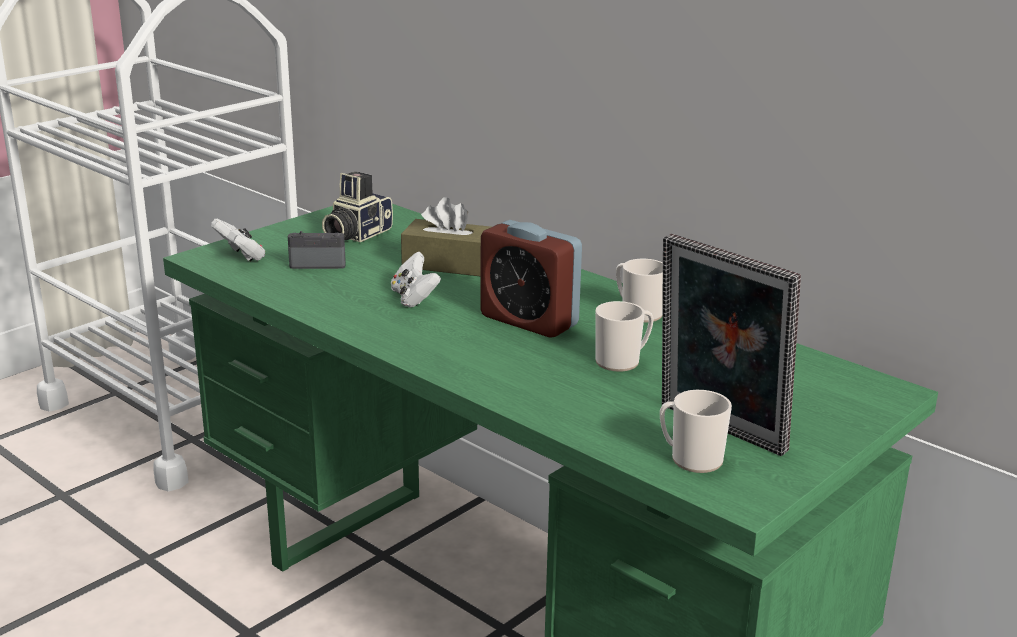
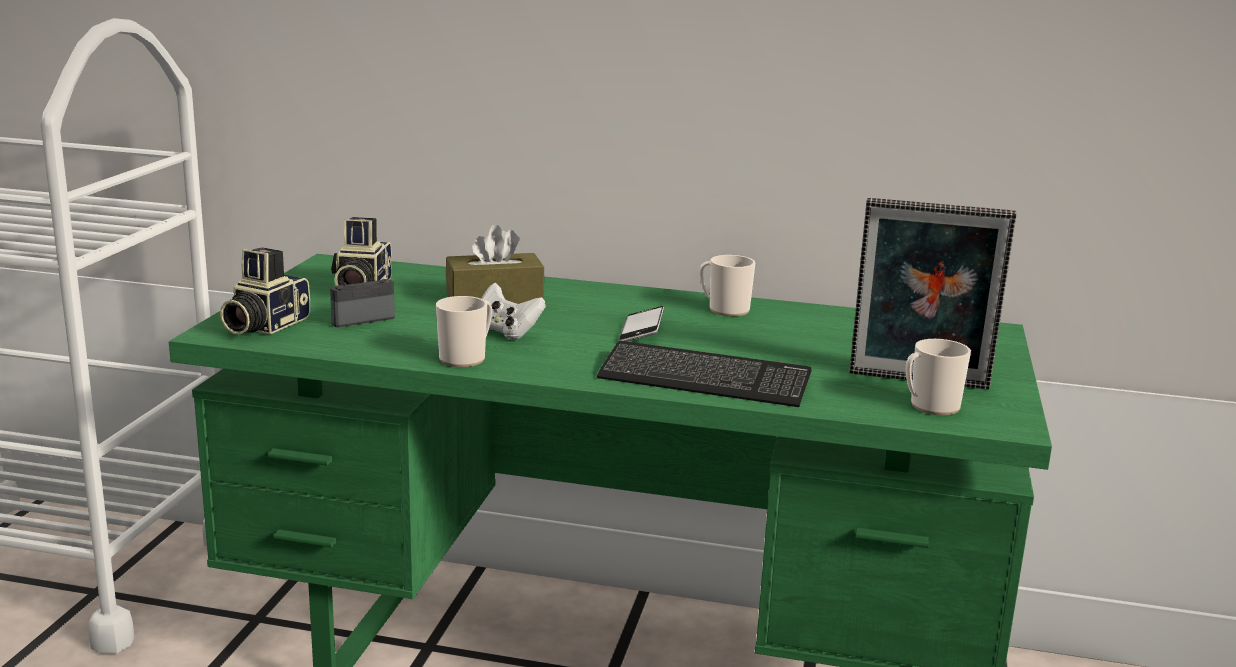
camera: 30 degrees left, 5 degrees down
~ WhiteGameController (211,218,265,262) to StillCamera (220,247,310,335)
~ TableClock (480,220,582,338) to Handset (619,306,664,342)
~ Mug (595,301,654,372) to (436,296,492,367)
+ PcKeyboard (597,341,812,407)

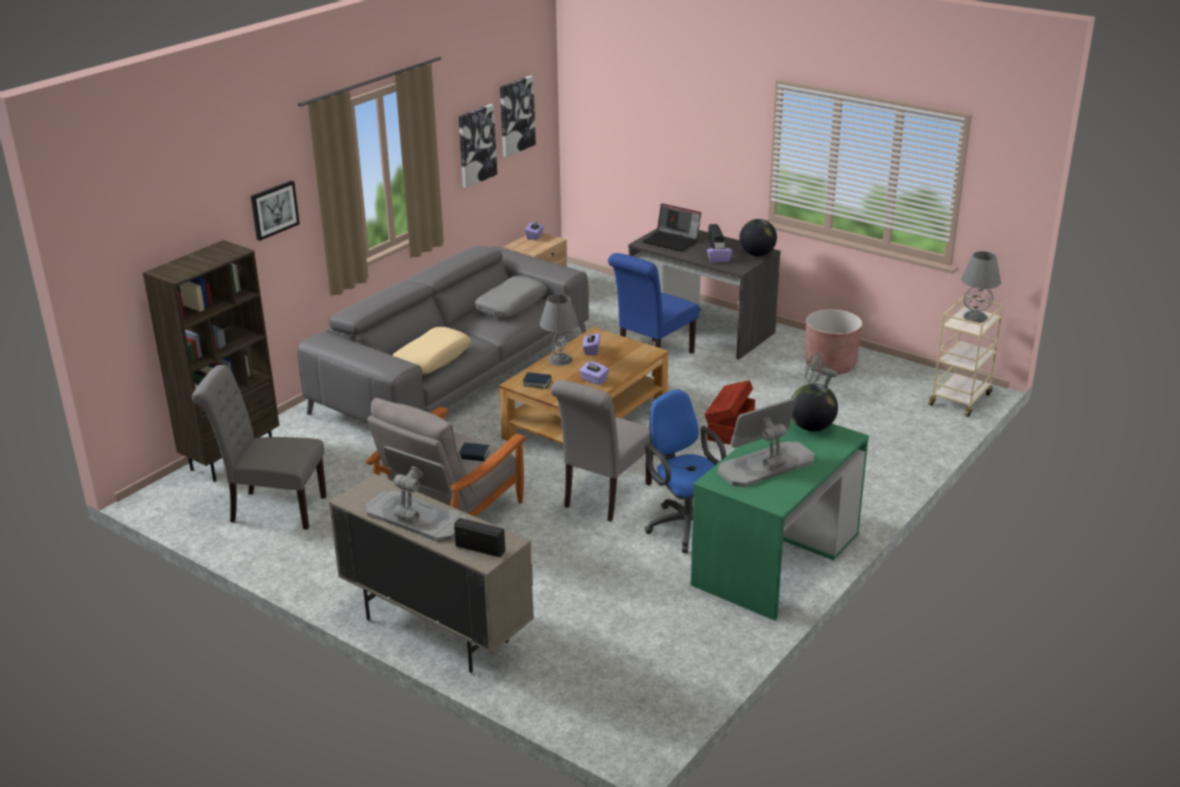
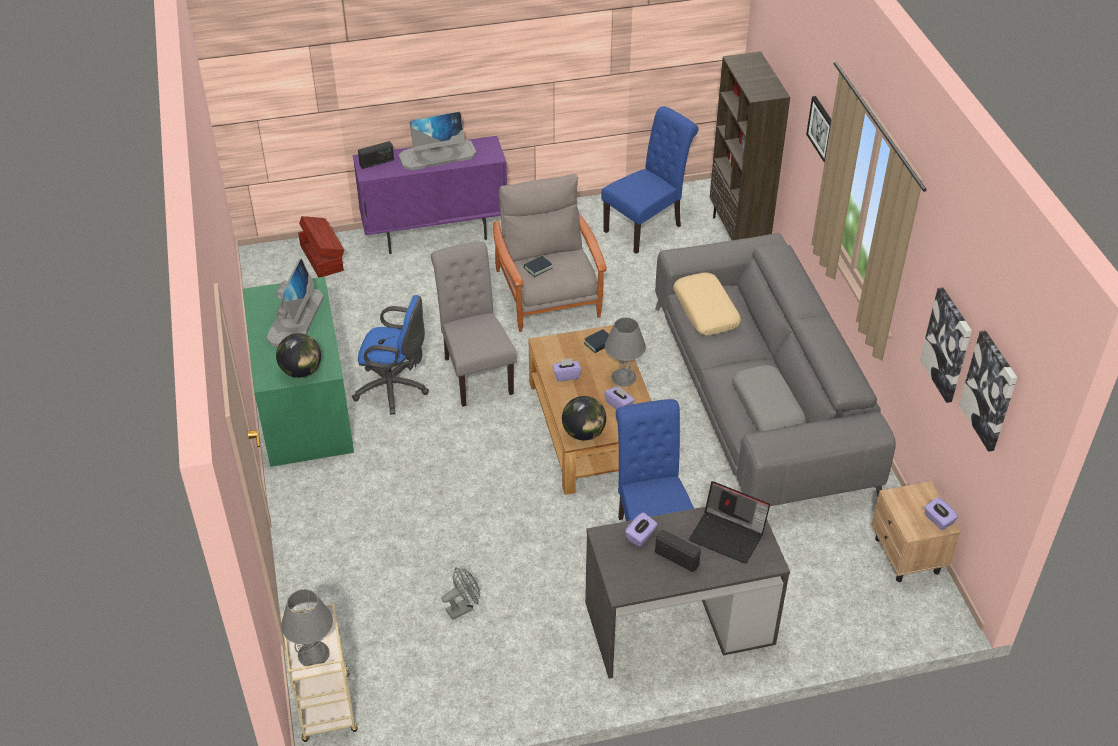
camera: 130 degrees right, 15 degrees up
~ GreyPlainChair (192,365,327,530) to BluePlainChair (601,106,699,254)
~ SandColouredStorageCabinet (329,473,534,673) to PurpleStorageCabinet (353,136,507,254)
~ Laptop (643,203,701,252) = (689,481,770,564) 135 degrees counterclockwise
~ BrownColouredStorageBin (704,380,755,445) to (298,216,344,277)
~ WorldGlobe (739,219,777,256) to (562,396,606,440)
- BrownColouredPlantPot (805,309,862,375)

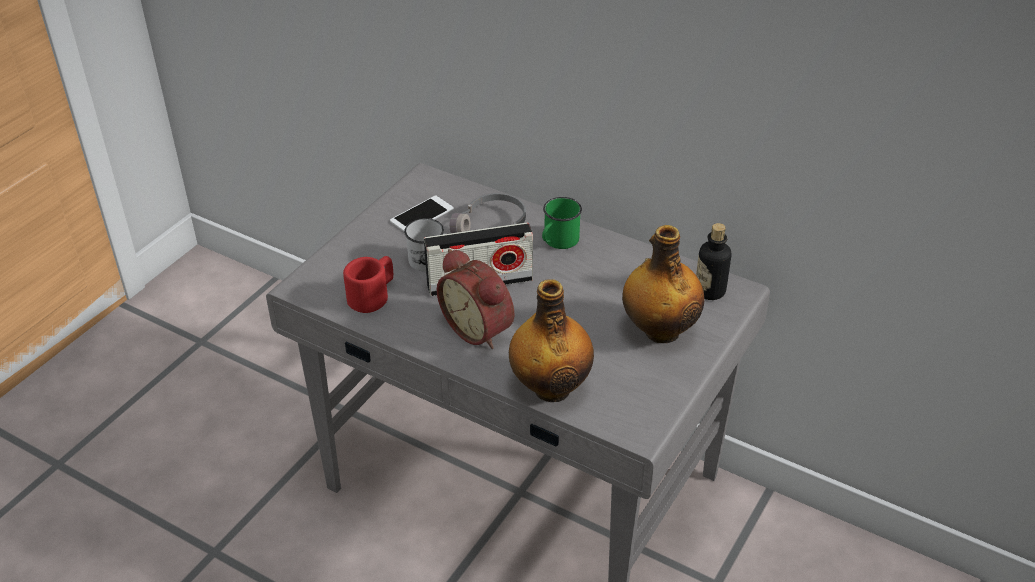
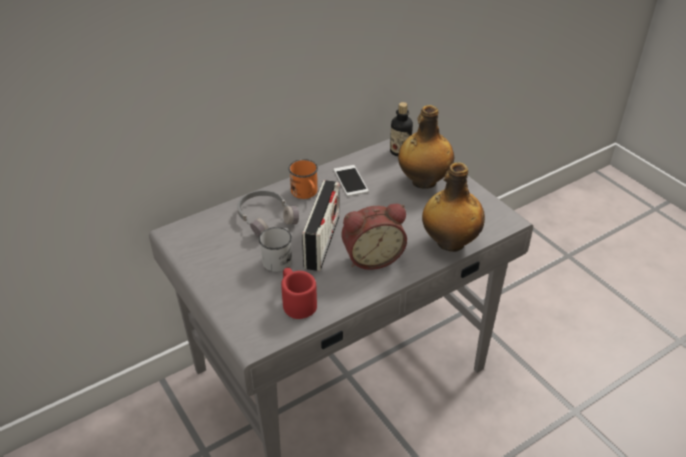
camera: 65 degrees left, 0 degrees up
~ Handset (390,196,454,232) to (334,165,369,196)
~ GreenMug (542,197,582,249) to OrangeMug (288,159,318,199)

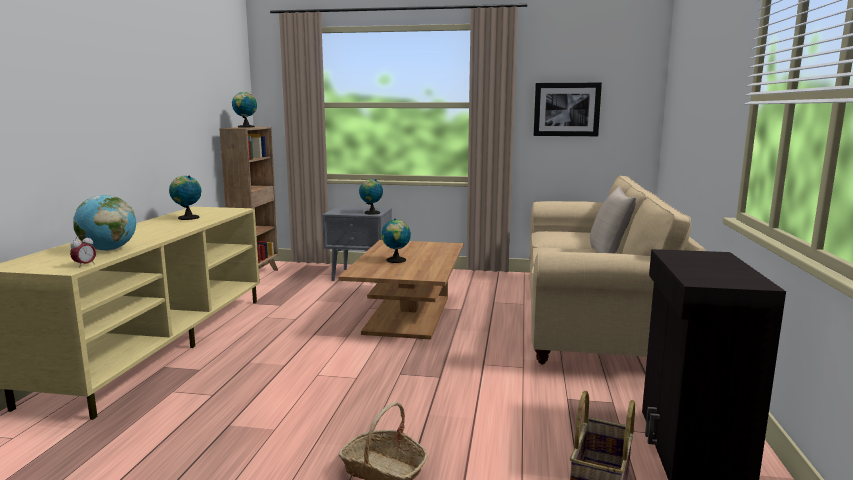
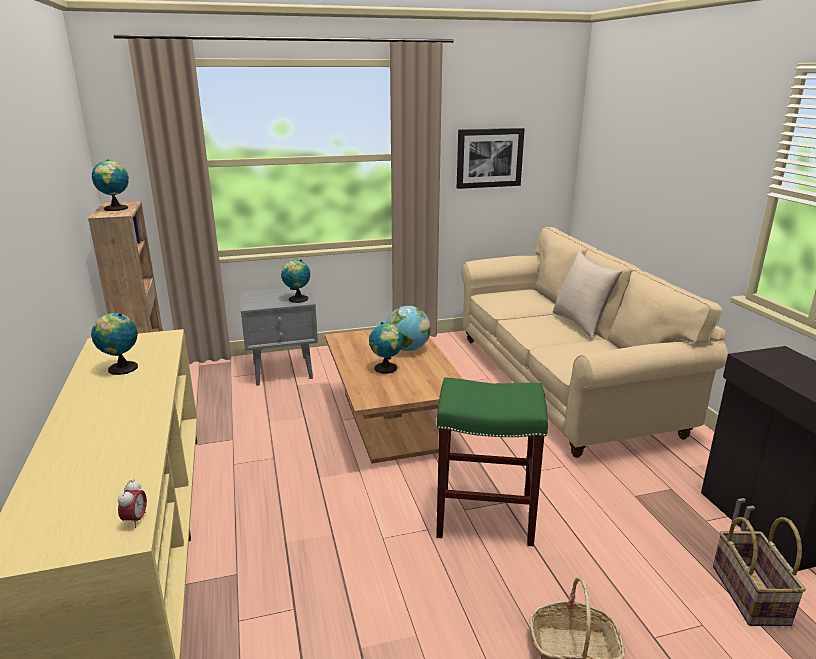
camera: 25 degrees left, 10 degrees up
~ WorldGlobe (73,195,136,251) to (386,306,431,351)
+ GreenStoolSeat (436,378,548,546)

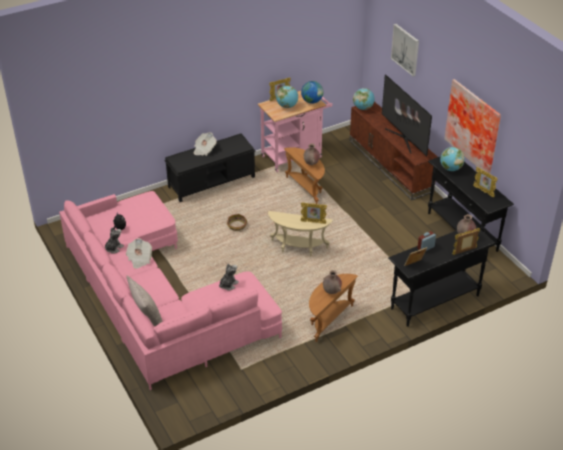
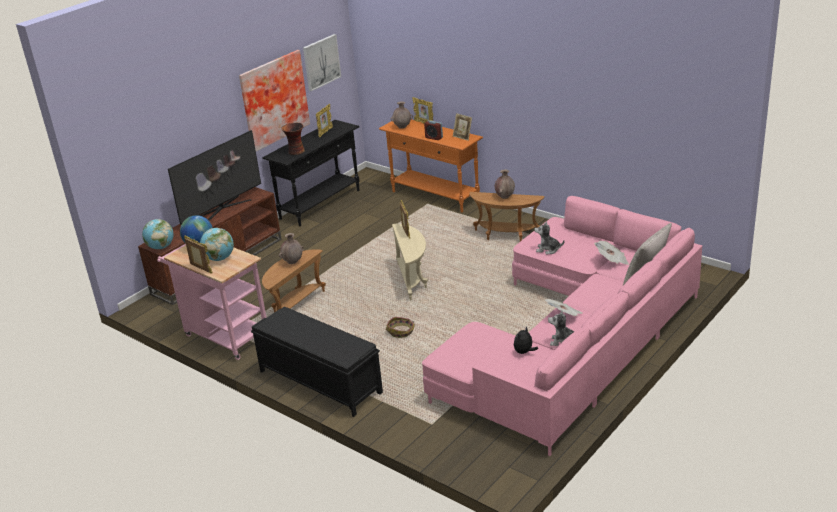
camera: 110 degrees left, 10 degrees down
~ PrintedPaper (193,132,217,156) to (594,241,629,265)
~ BlackColouredConsoleTable (388,226,495,327) to OrangeConsoleTable (379,119,483,213)
~ WallPicture (391,24,419,76) to (303,34,341,91)
~ WorldGlobe (440,147,465,171) to DecorativeVase (282,123,305,155)

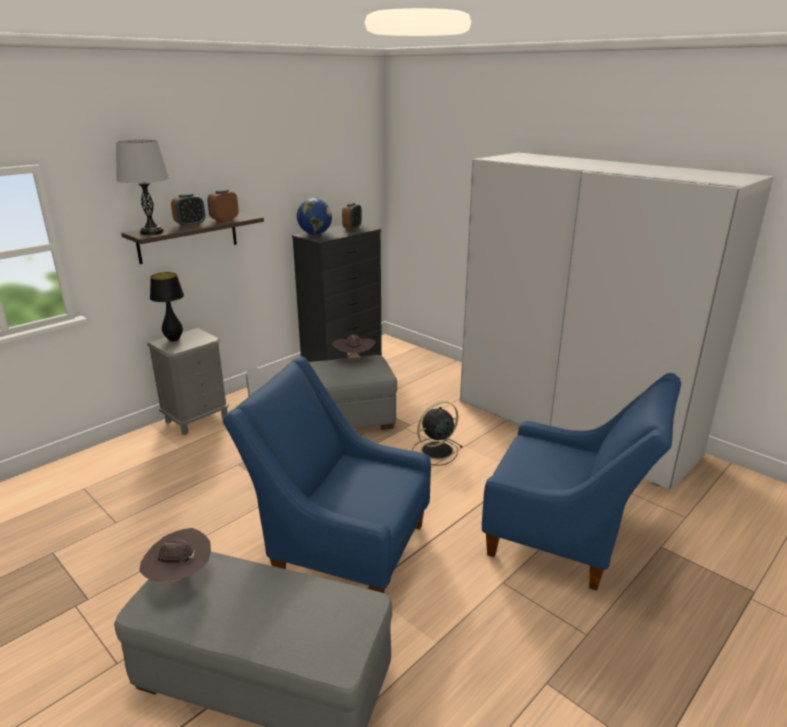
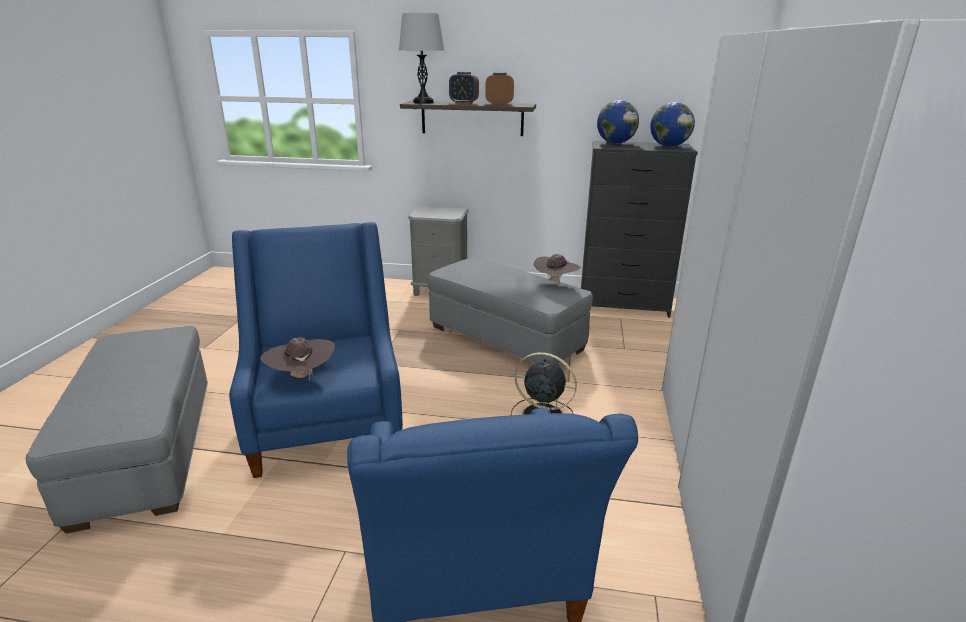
camera: 55 degrees right, 0 degrees up
~ BrownColouredHat (139,528,211,583) to (260,337,335,381)
- BlackColouredTabletopLamp (150,272,184,341)
~ TableClock (342,203,362,230) to WorldGlobe (650,102,695,147)

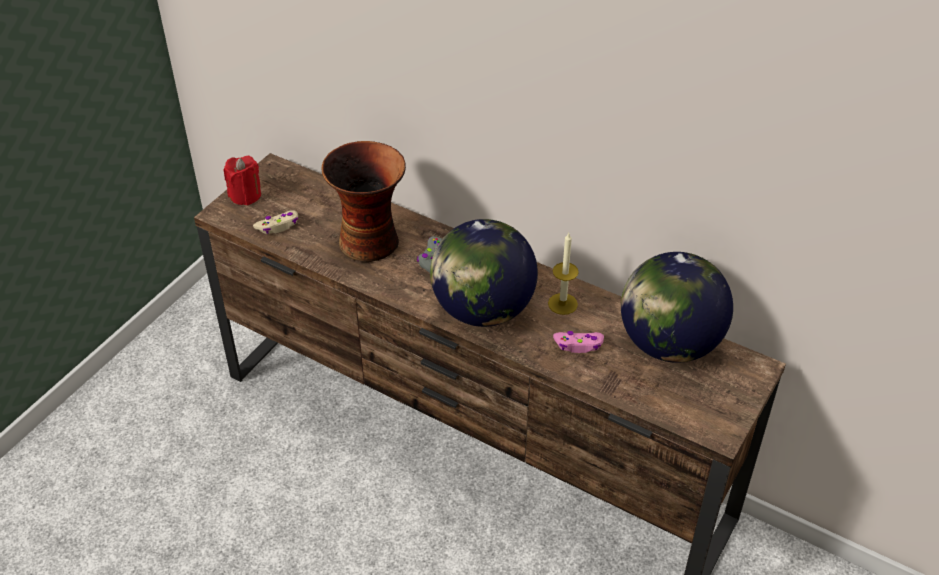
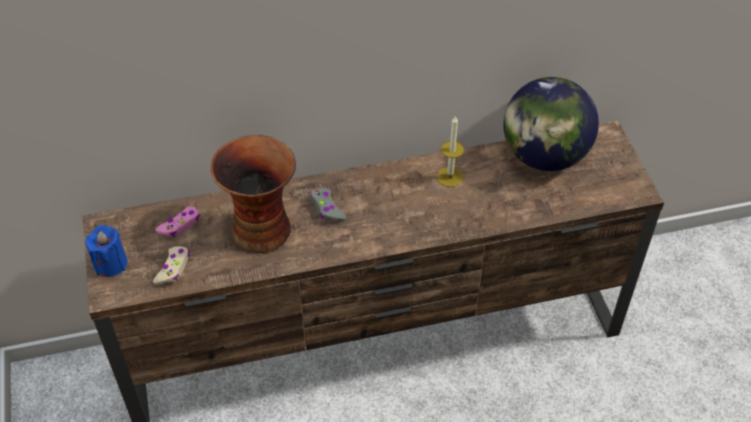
camera: 45 degrees left, 5 degrees up
~ ReddishCandle (224,156,261,205) to BlueCandle (85,225,128,277)
- WorldGlobe (430,219,538,327)
~ PinkGameController (553,331,604,353) to (156,206,200,237)

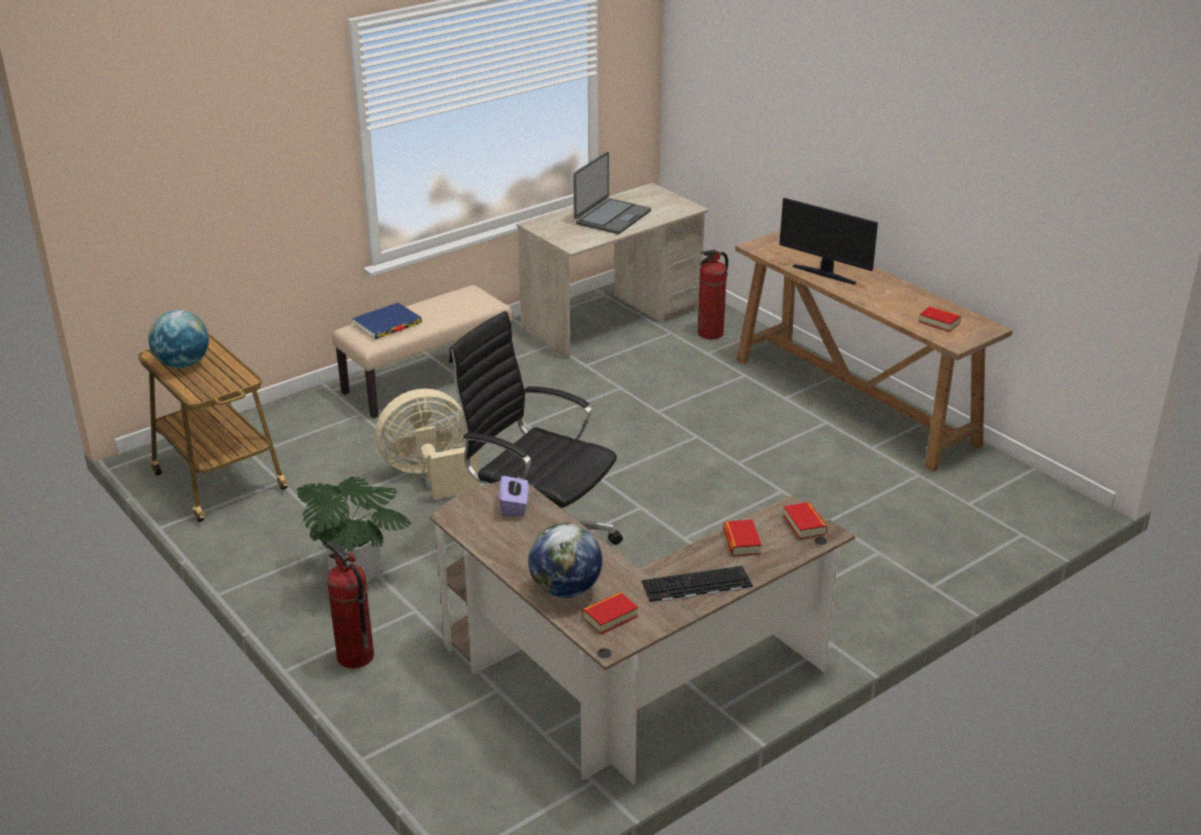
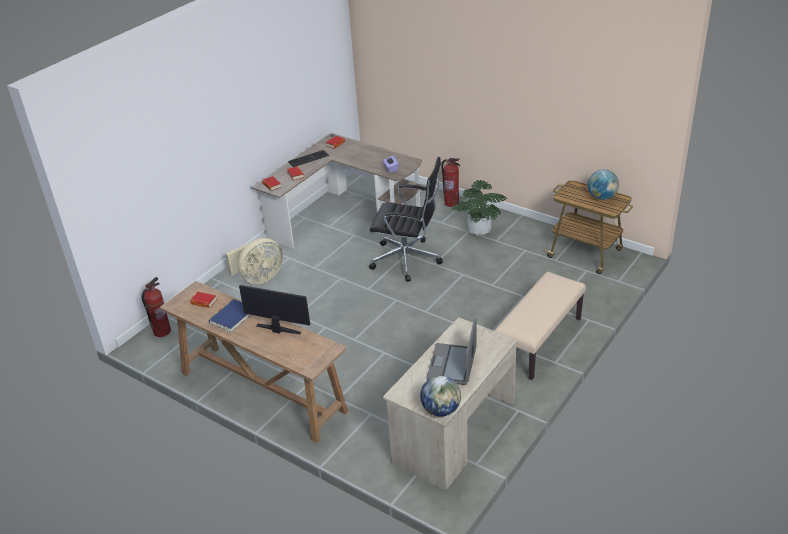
camera: 165 degrees right, 5 degrees up
~ BlueBoundBook (352,303,422,339) to (209,299,251,332)
~ SandColouredFan (376,388,480,500) to (225,238,283,284)
~ WorldGlobe (528,523,602,598) to (420,375,461,417)
~ FireFightingCylinder (698,250,728,340) to (142,277,171,337)

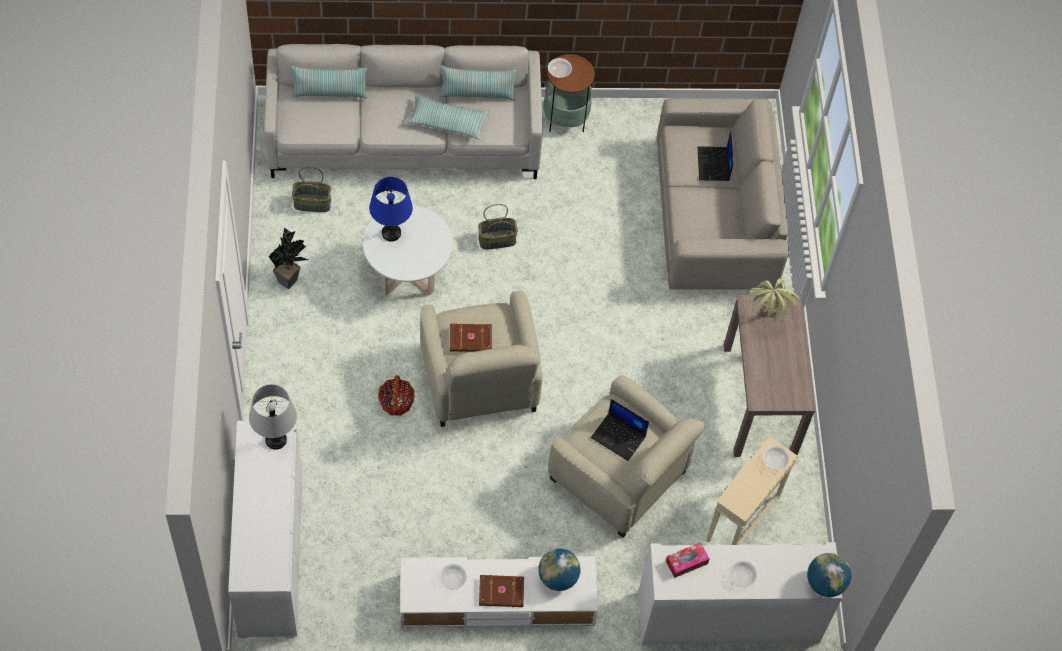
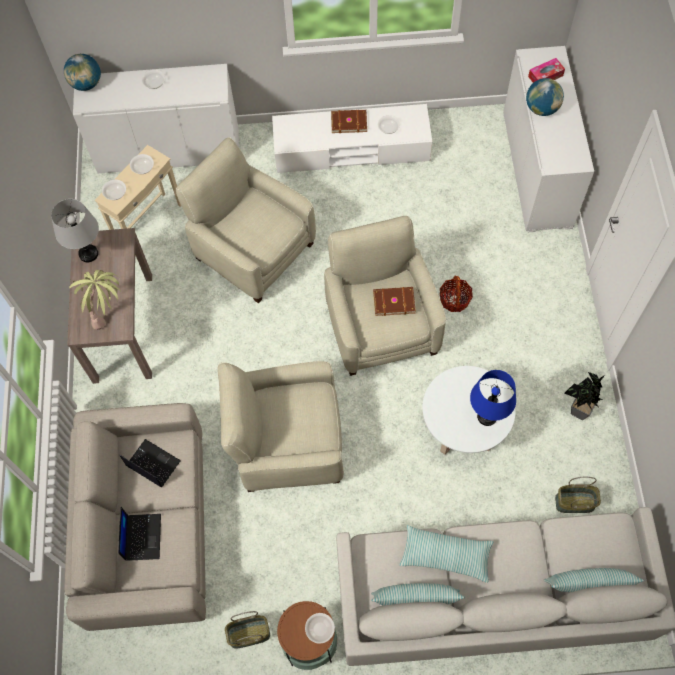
camera: 175 degrees left, 5 degrees up
~ GreyTabletopLamp (249,384,297,450) to (51,199,99,262)
~ Basket (478,204,518,250) to (225,611,270,649)
~ WorldGlobe (538,548,581,591) to (526,78,564,116)
~ Laptop (591,399,649,461) to (119,439,181,487)
~ TissueBox (666,542,709,578) to (528,58,565,83)
+ Bowl (130,154,154,174)
+ SandColouredLoungeChair (218,361,344,492)

